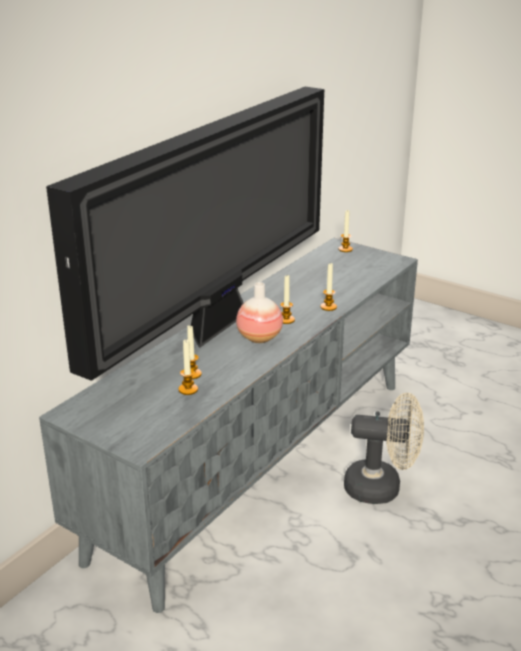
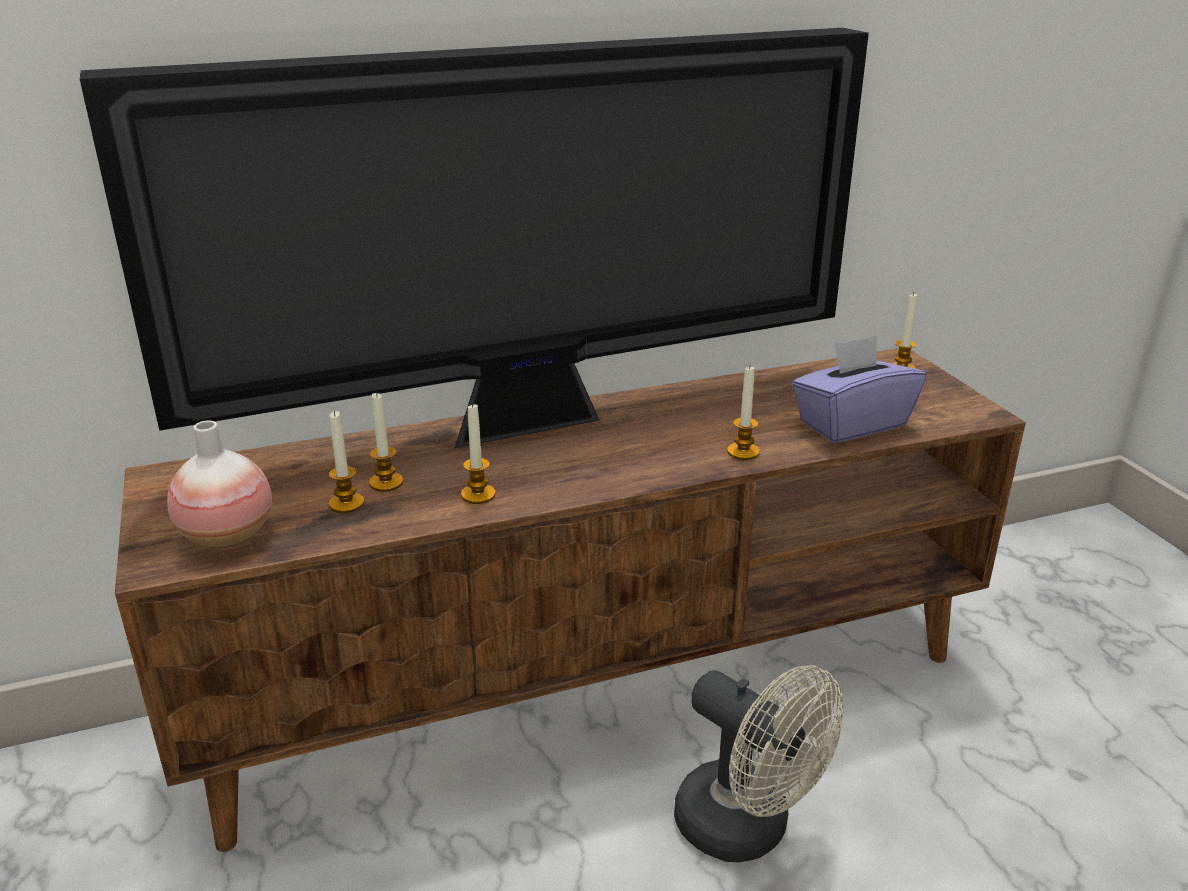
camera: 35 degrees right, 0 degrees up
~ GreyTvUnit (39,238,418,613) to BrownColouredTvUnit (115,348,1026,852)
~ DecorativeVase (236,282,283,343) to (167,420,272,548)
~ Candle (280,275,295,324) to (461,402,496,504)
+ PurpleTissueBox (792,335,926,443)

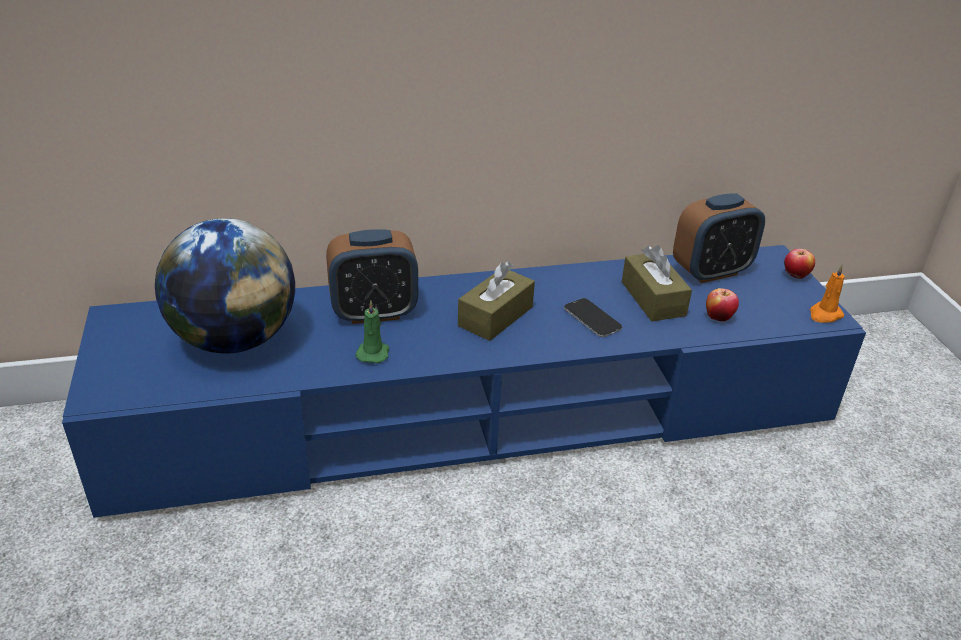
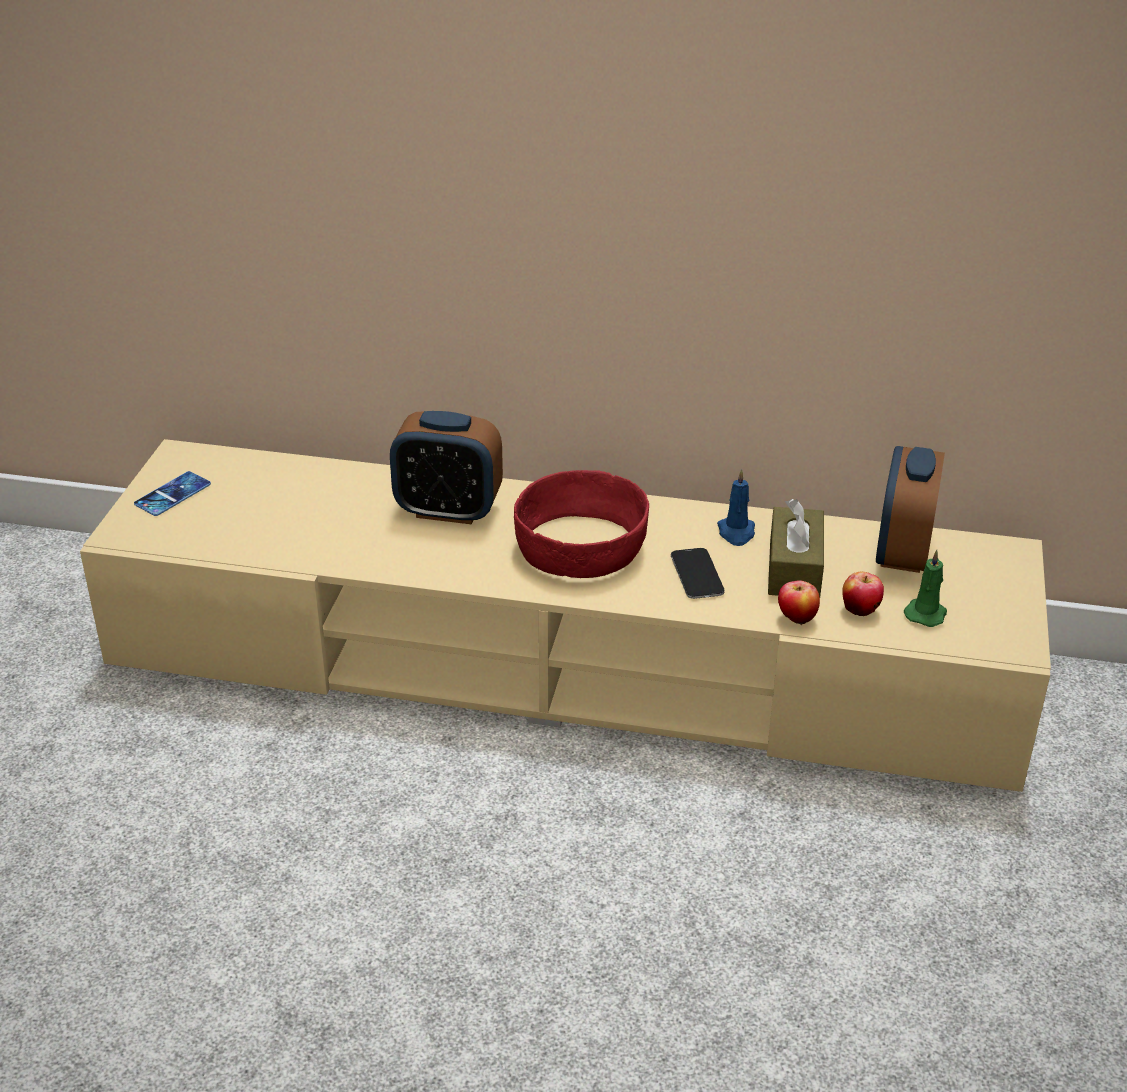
camera: 25 degrees right, 0 degrees up
~ BlueTvUnit (62,245,866,518) to SandColouredTvUnit (80,439,1051,792)
- WorldGlobe (155,218,295,353)
~ GreenCandle (355,301,389,363) to (904,550,947,627)
~ BrownColouredTissueBox (458,261,535,341) to ReddishBowl (514,470,649,578)
~ TableClock (673,193,765,283) = (876,446,945,573) 105 degrees clockwise
~ Apple (784,249,815,279) to (778,580,820,625)
- OrangeCandle (810,265,845,323)
+ Handset (134,471,211,516)
+ BlueCandle (717,469,755,546)

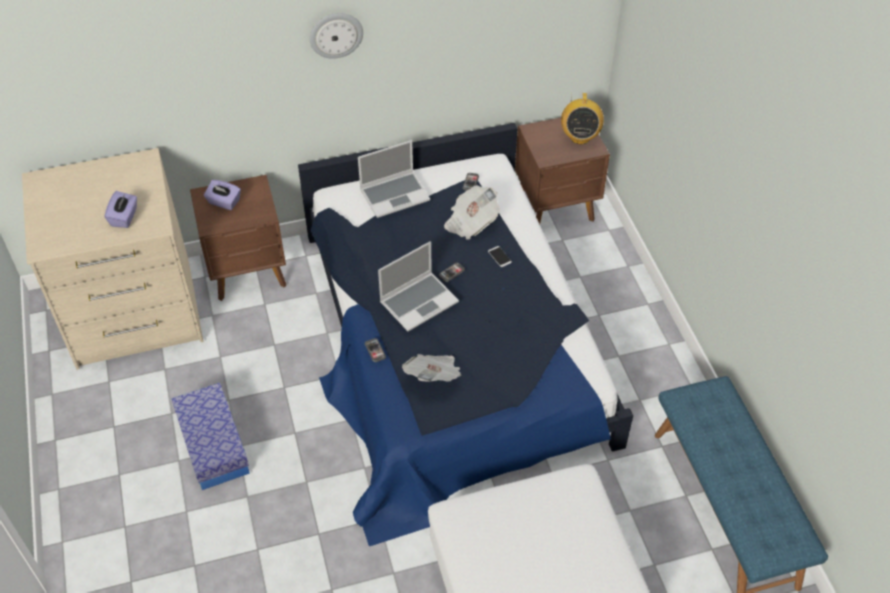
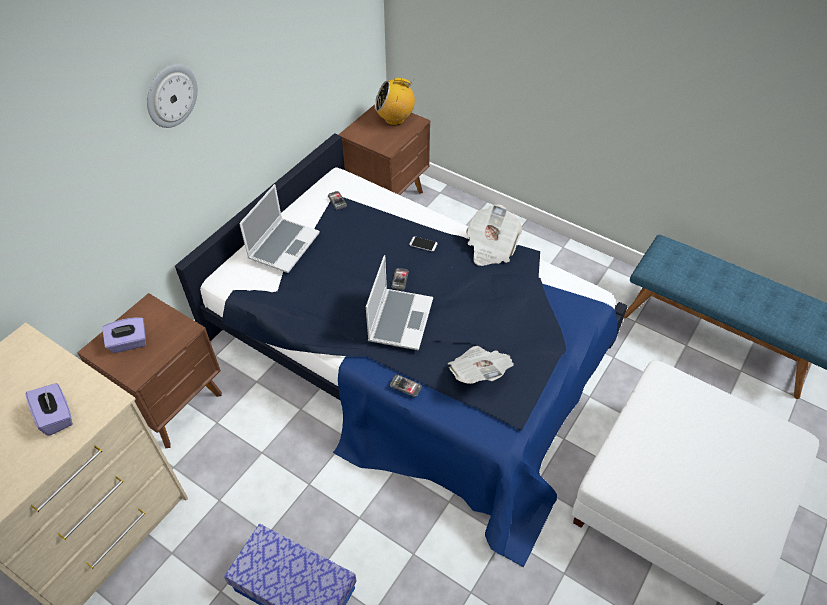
camera: 40 degrees left, 0 degrees up
~ PrintedPaper (444,185,500,240) to (466,204,522,266)
~ RadioSet (561,93,604,144) = (375,78,415,125) 120 degrees clockwise

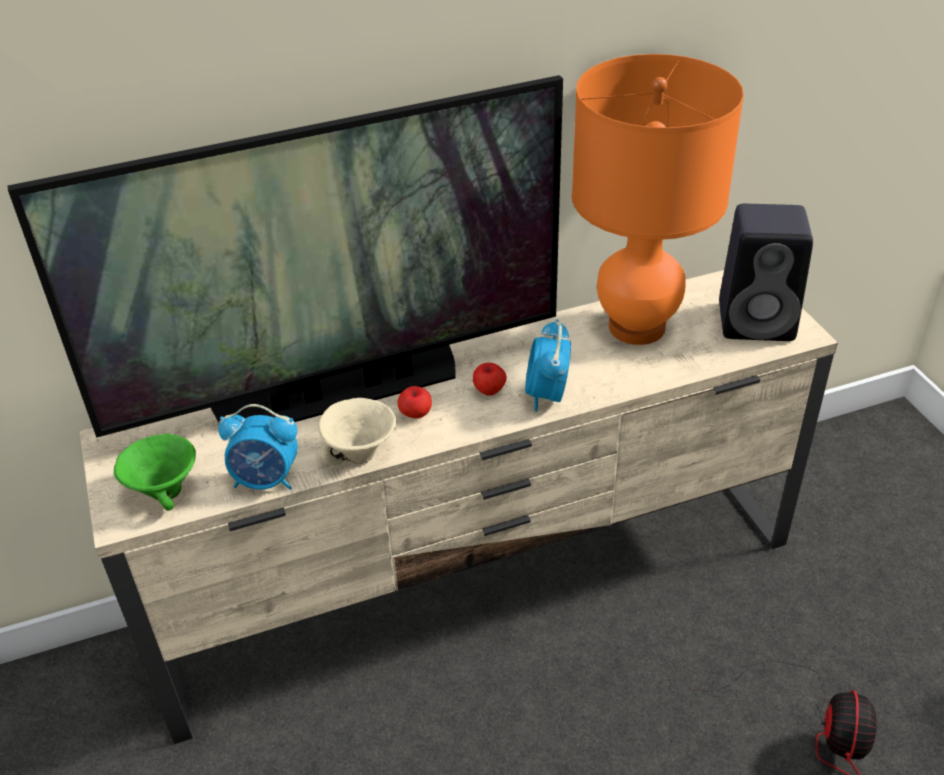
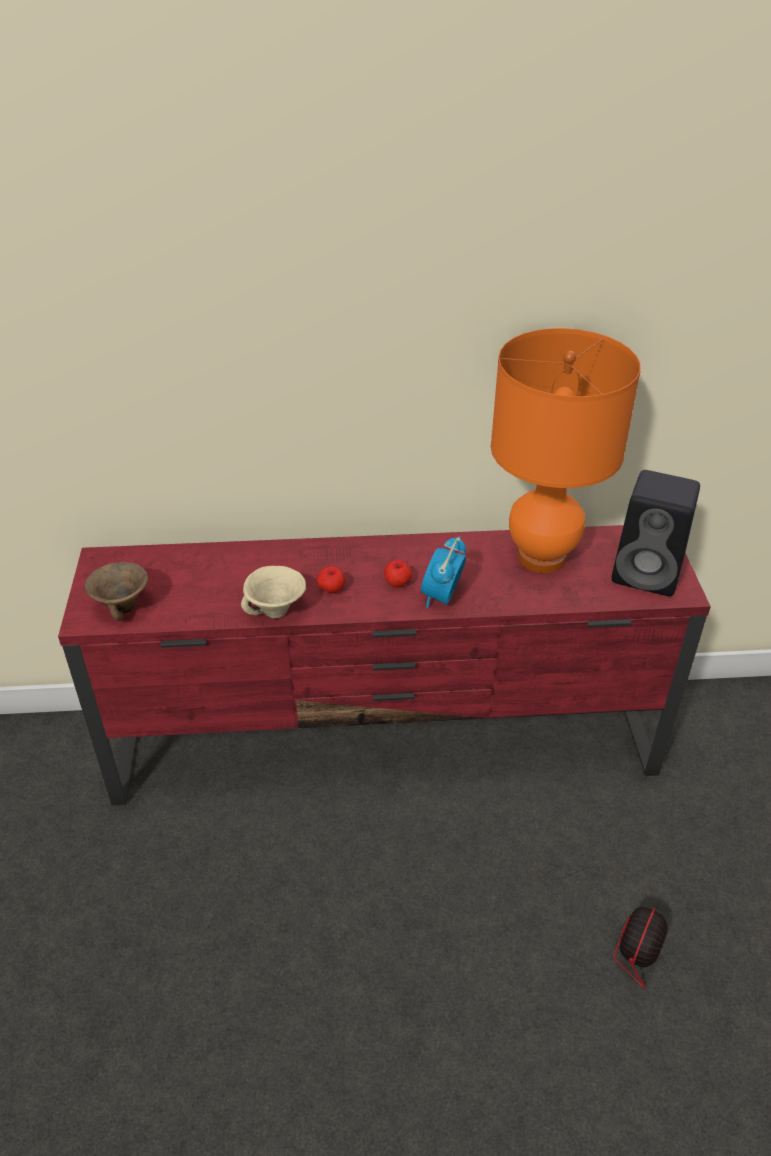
camera: 15 degrees right, 0 degrees up
- Tv (8,75,563,437)
~ SandColouredTvUnit (80,270,838,744) to ReddishTvUnit (58,525,711,806)
~ GreenBowl (114,434,196,511) to BrownColouredBowl (84,562,148,621)
- TableClock (218,404,298,490)

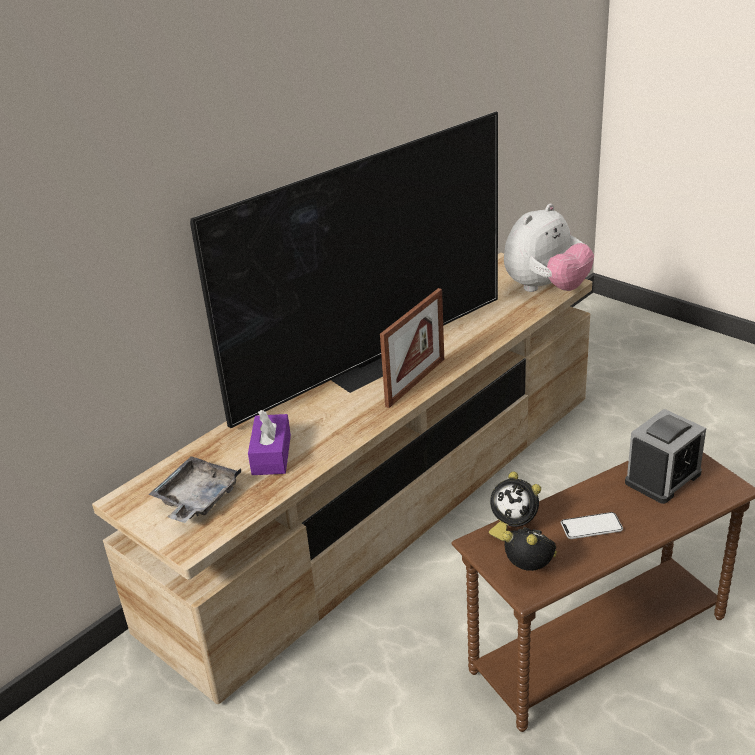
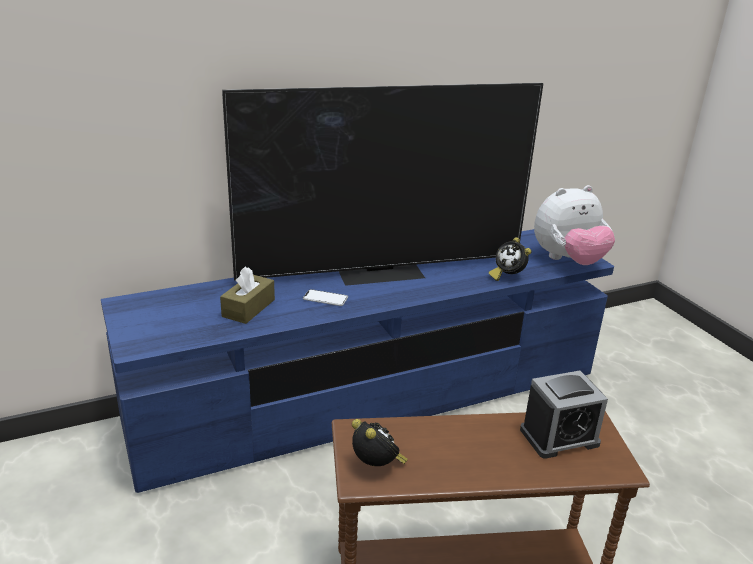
camera: 20 degrees right, 5 degrees down
~ SandColouredTvUnit (92,253,592,704) to BlueTvUnit (101,229,614,493)
- GreyServingTray (148,456,241,523)
~ PurpleTissueBox (248,410,291,475) to BrownColouredTissueBox (220,266,275,324)
- StandingFrame (380,288,444,408)
~ TableClock (489,471,541,541) to (489,237,531,281)
~ Handset (561,512,623,539) to (303,289,348,306)

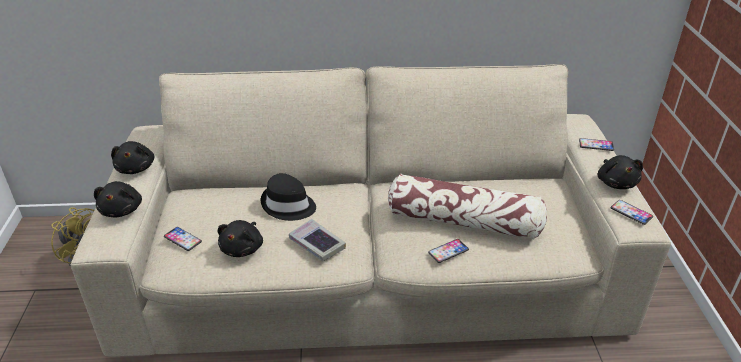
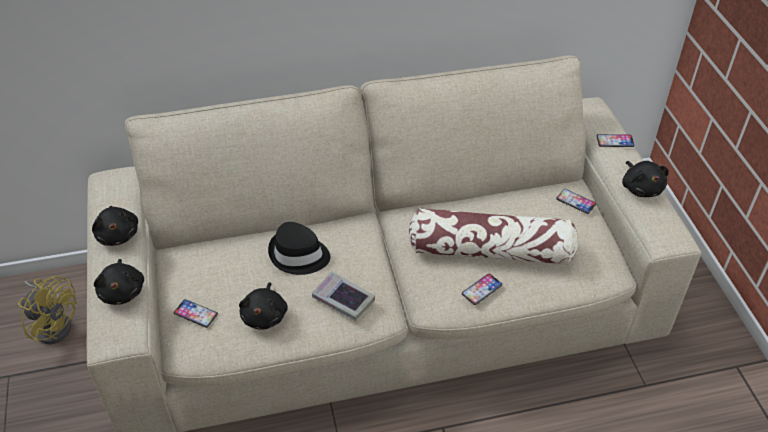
camera: 10 degrees left, 10 degrees up
~ Handset (611,200,653,225) to (556,189,596,214)

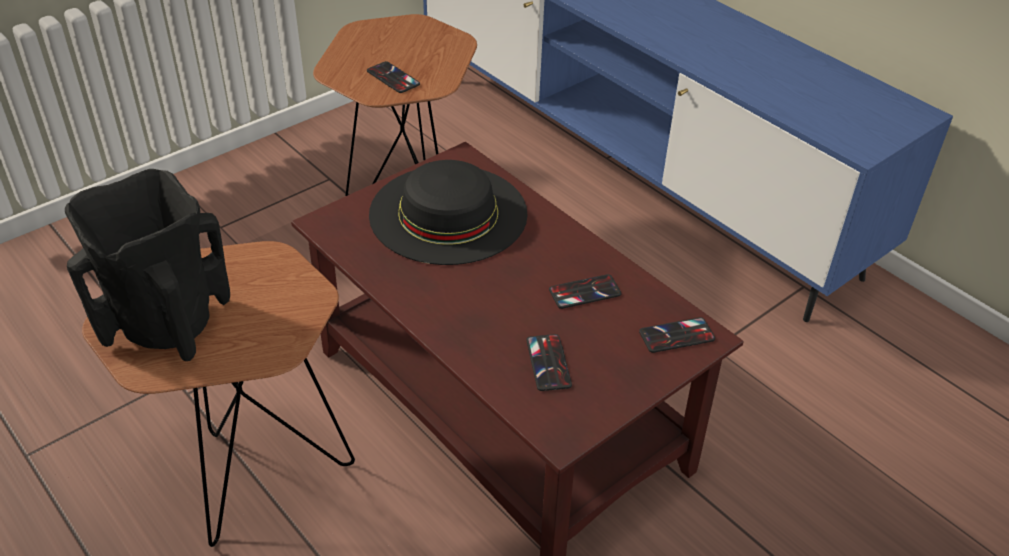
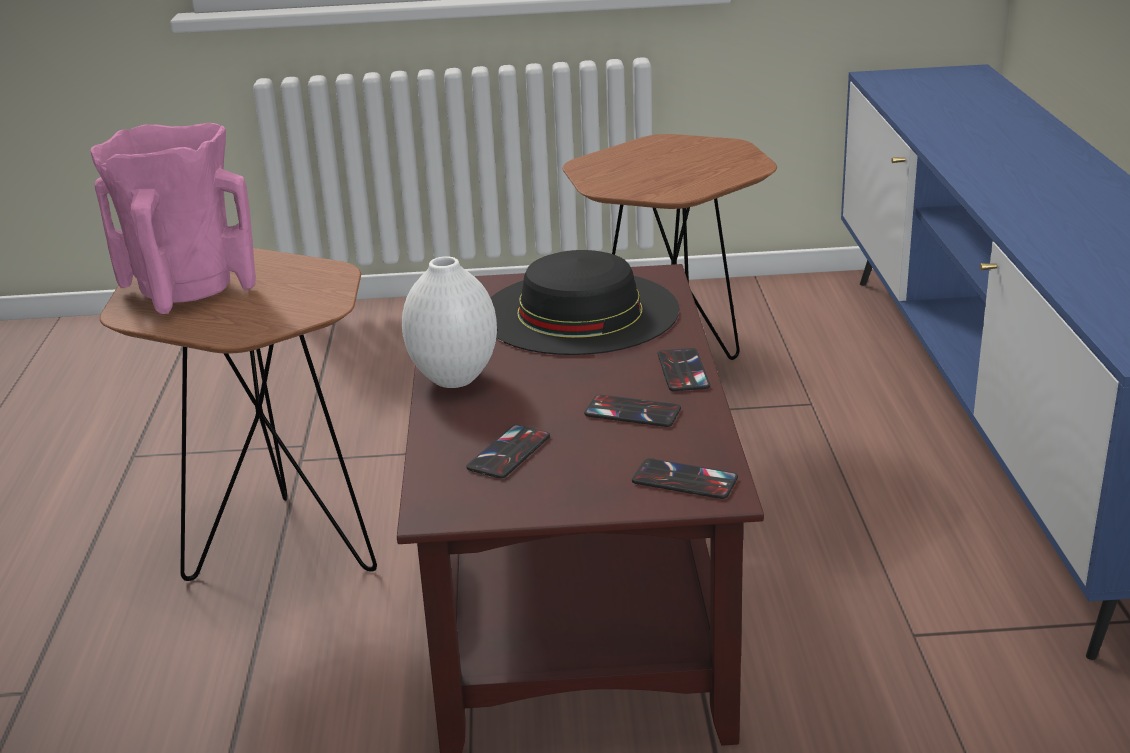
camera: 40 degrees right, 15 degrees down
~ BlackColouredDecorativeVase (65,169,230,361) to PinkDecorativeVase (91,123,256,314)
~ Handset (367,61,420,93) to (658,348,710,391)
+ WhiteDecorativeVase (402,256,497,388)

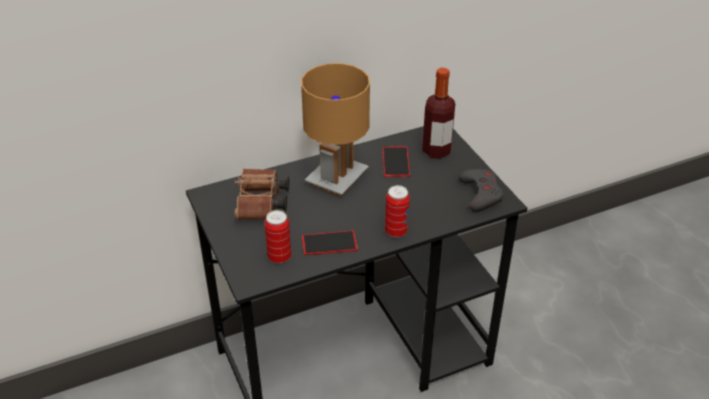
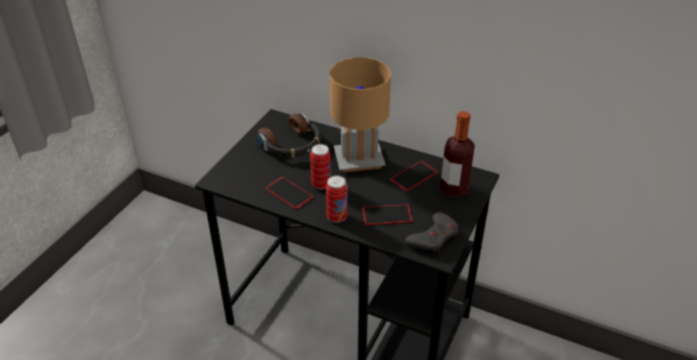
camera: 50 degrees right, 0 degrees up
~ BrownColouredPairOfBinoculars (235,169,289,220) to Headset (256,114,321,158)
~ Can (265,210,291,264) to (310,144,331,189)
+ Handset (362,204,412,225)

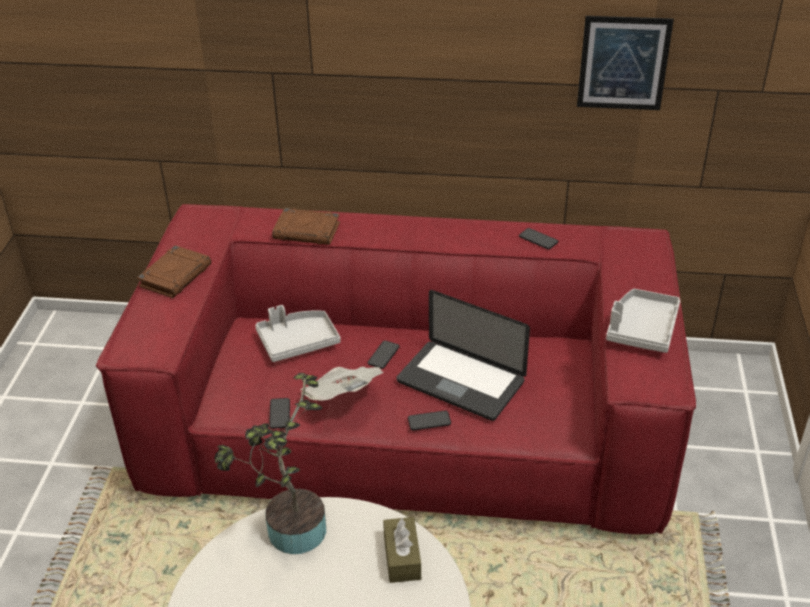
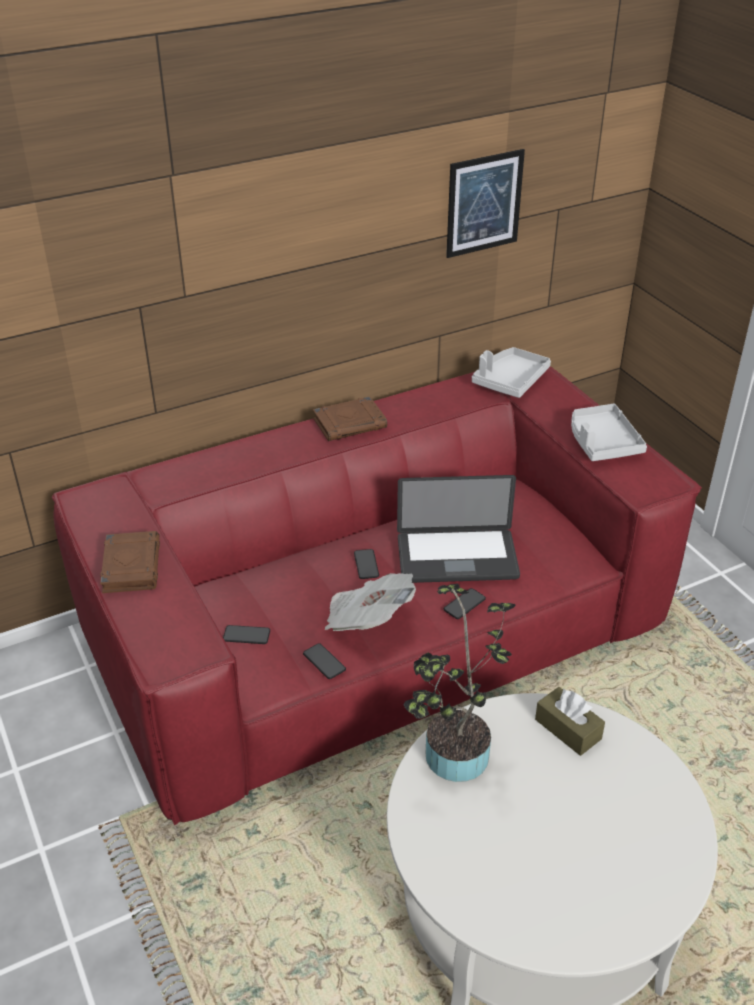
camera: 35 degrees left, 0 degrees up
~ GreyServingTray (255,305,341,362) to (472,347,551,398)
~ BrownColouredBoundBook (272,208,340,245) to (313,397,387,441)
~ Handset (519,228,558,249) to (223,625,270,644)

